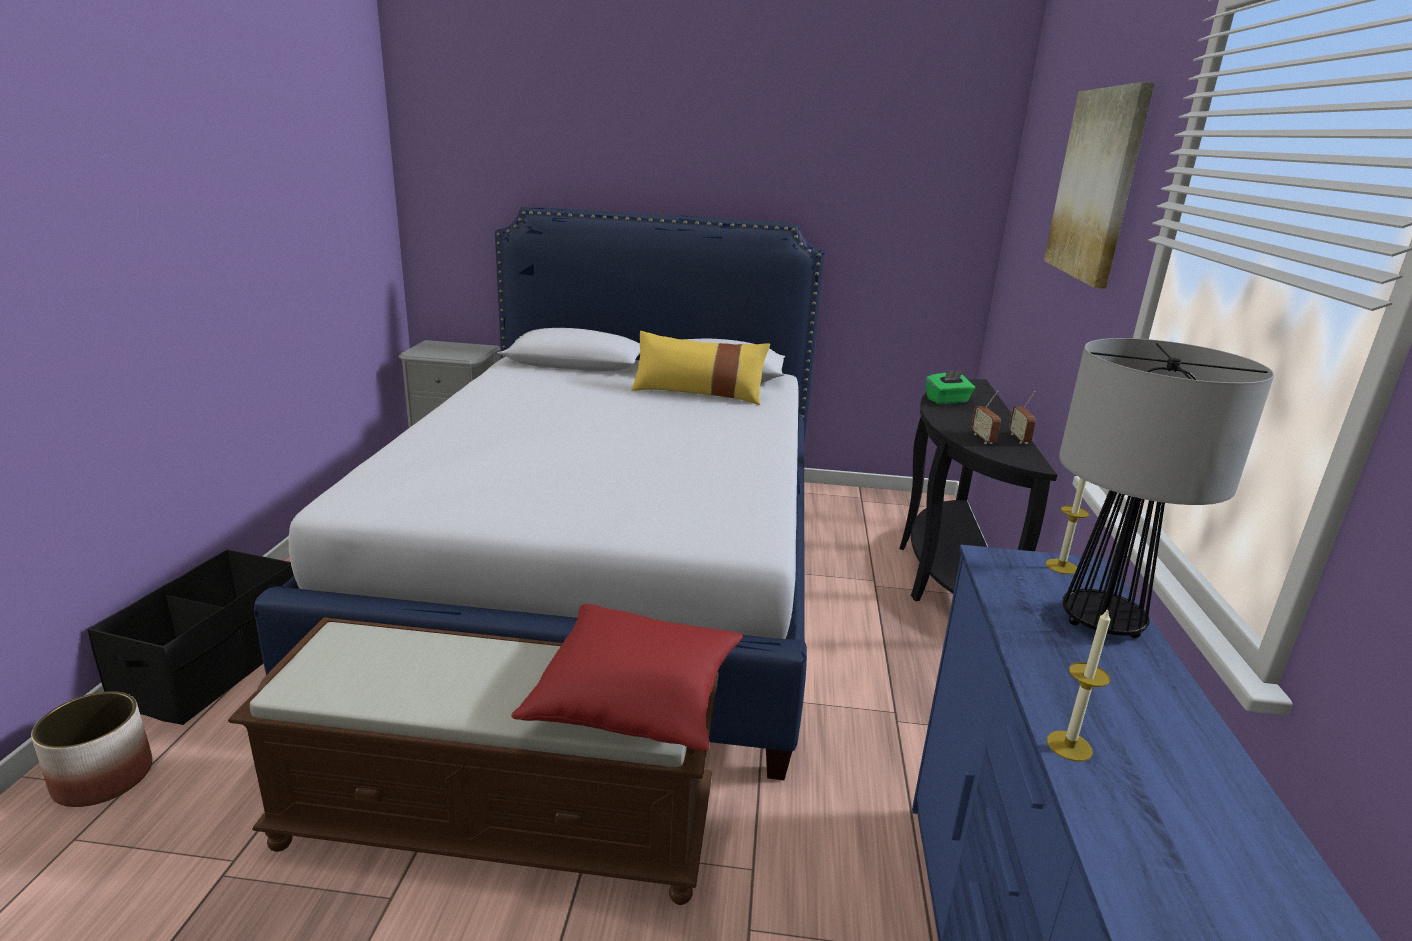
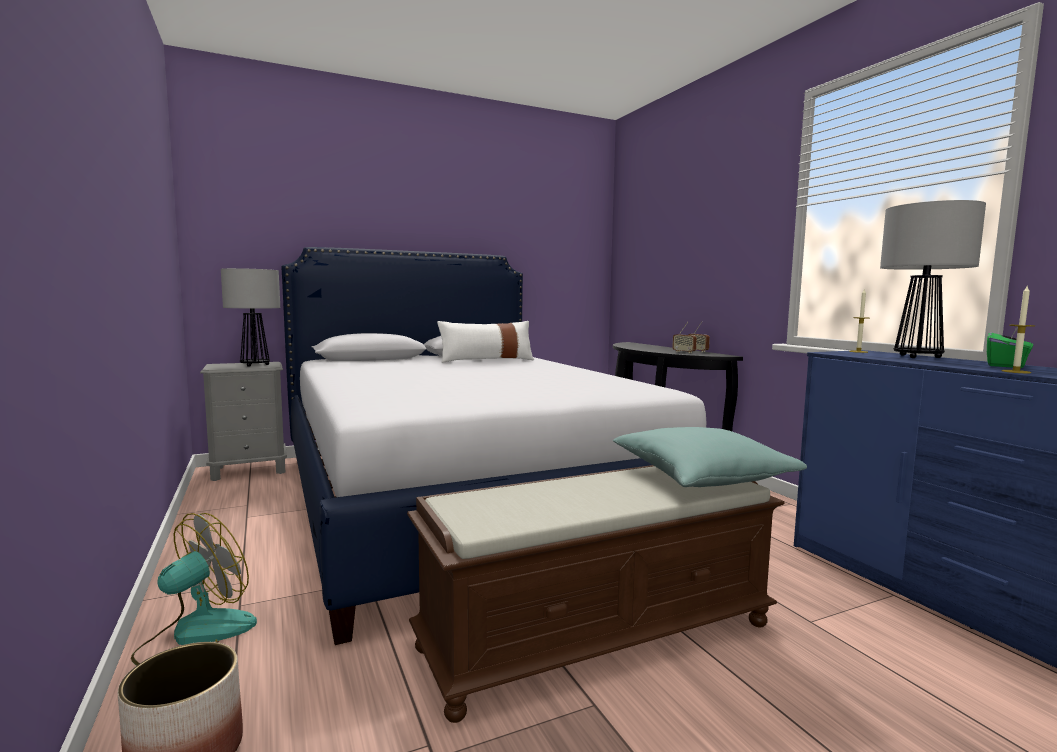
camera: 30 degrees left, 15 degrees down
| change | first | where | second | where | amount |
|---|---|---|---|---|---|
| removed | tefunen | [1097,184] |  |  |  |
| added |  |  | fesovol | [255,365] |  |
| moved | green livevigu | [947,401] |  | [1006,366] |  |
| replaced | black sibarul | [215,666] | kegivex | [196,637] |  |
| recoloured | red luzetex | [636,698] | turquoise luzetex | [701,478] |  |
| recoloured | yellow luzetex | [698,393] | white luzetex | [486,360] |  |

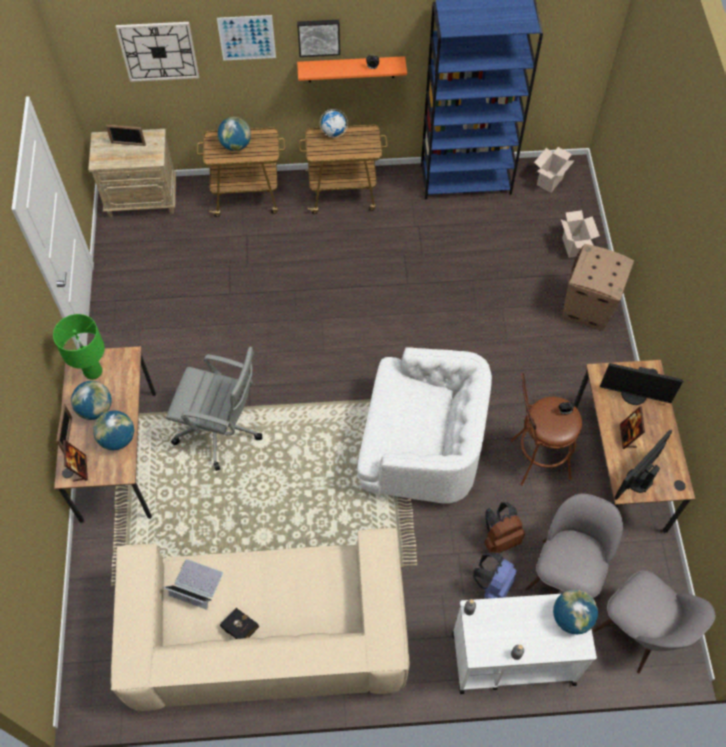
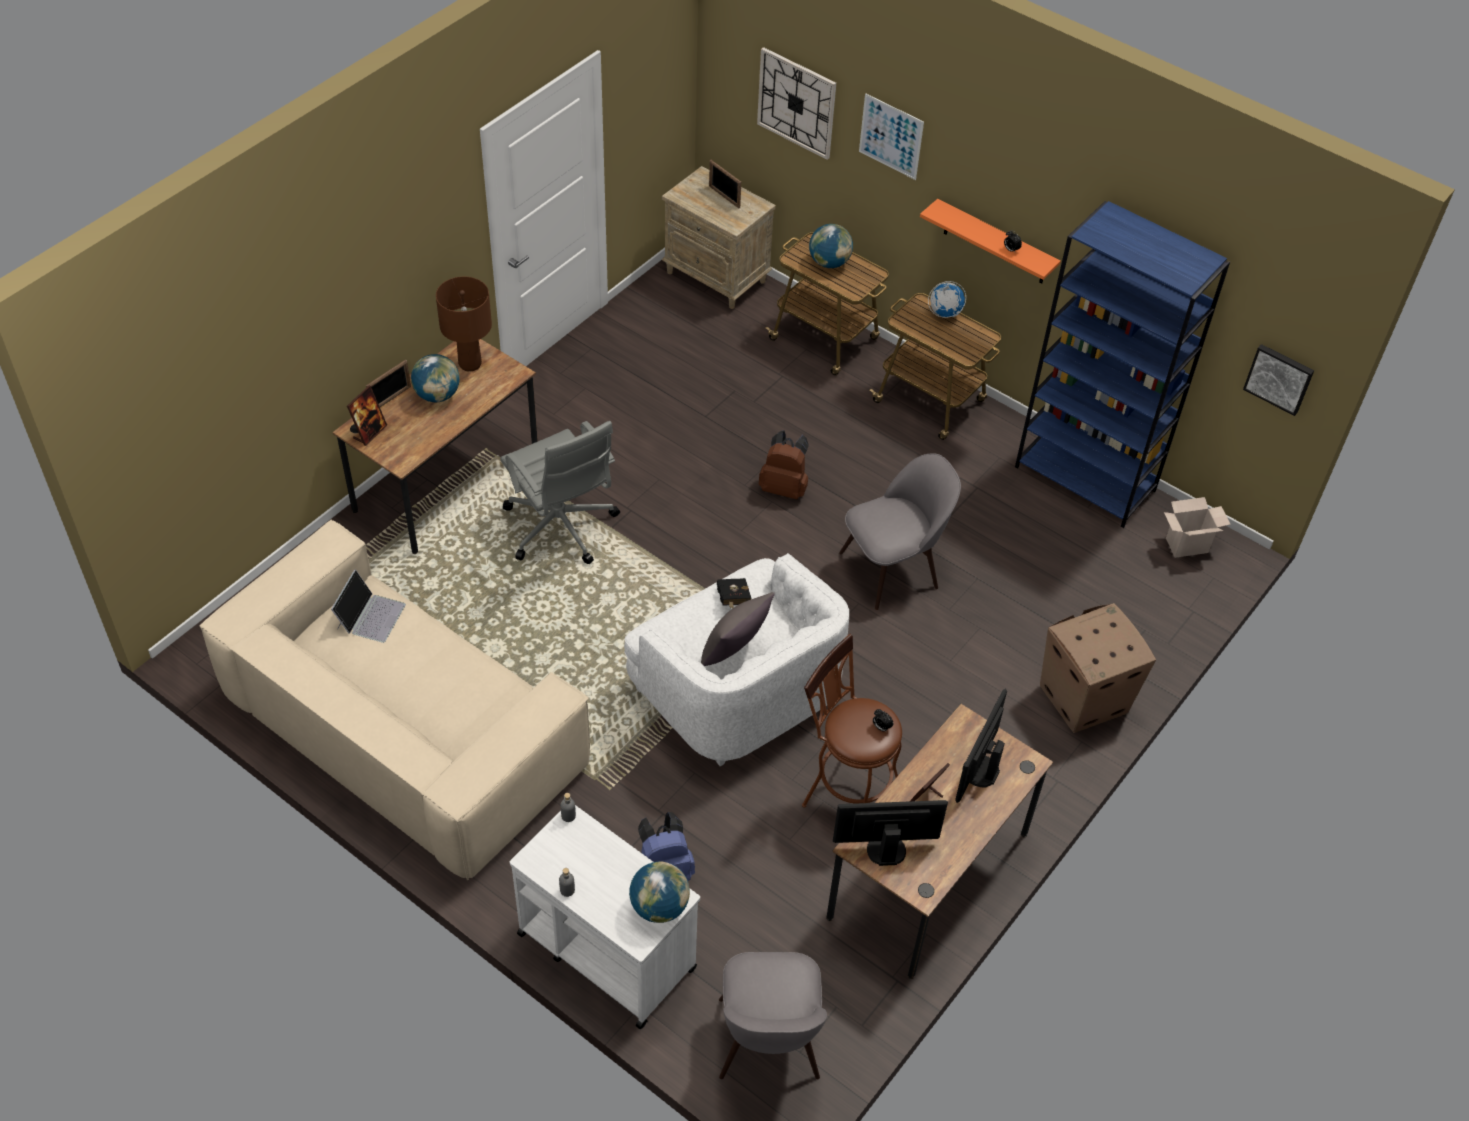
camera: 40 degrees right, 10 degrees down
| change | first | where | second | where | amount |
|---|---|---|---|---|---|
| removed | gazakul | [117,439] |  |  |  |
| removed | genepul | [575,247] |  |  |  |
| added |  |  | grey luzetex | [735,652] |  |
| moved | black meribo | [241,630] |  | [733,601] |  |
| moved | tefunen | [318,36] |  | [1279,378] |  |
| moved | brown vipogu | [500,538] |  | [784,487] |  |
| moved | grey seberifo | [566,573] |  | [892,568] |  |
| recoloured | green fesovol | [93,372] | brown fesovol | [470,364] |  |
| turned | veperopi | [195,585] |  | [370,616] | 45 degrees clockwise |
| turned | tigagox | [633,395] |  | [979,770] | 60 degrees clockwise |

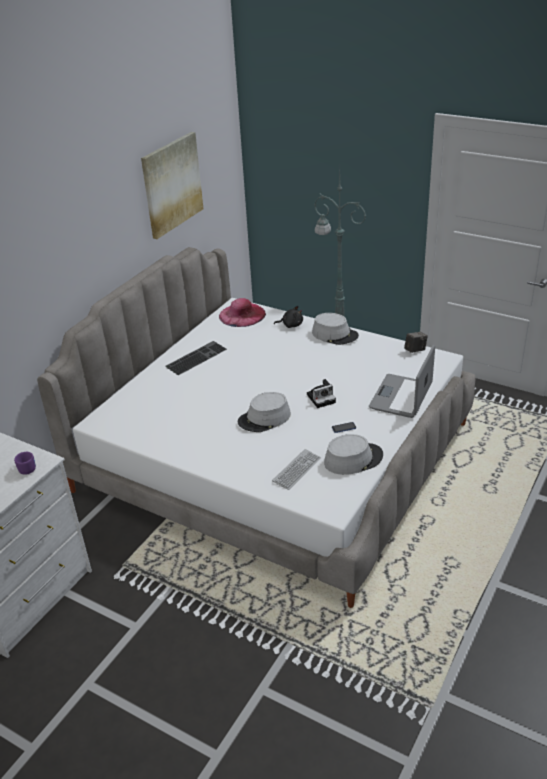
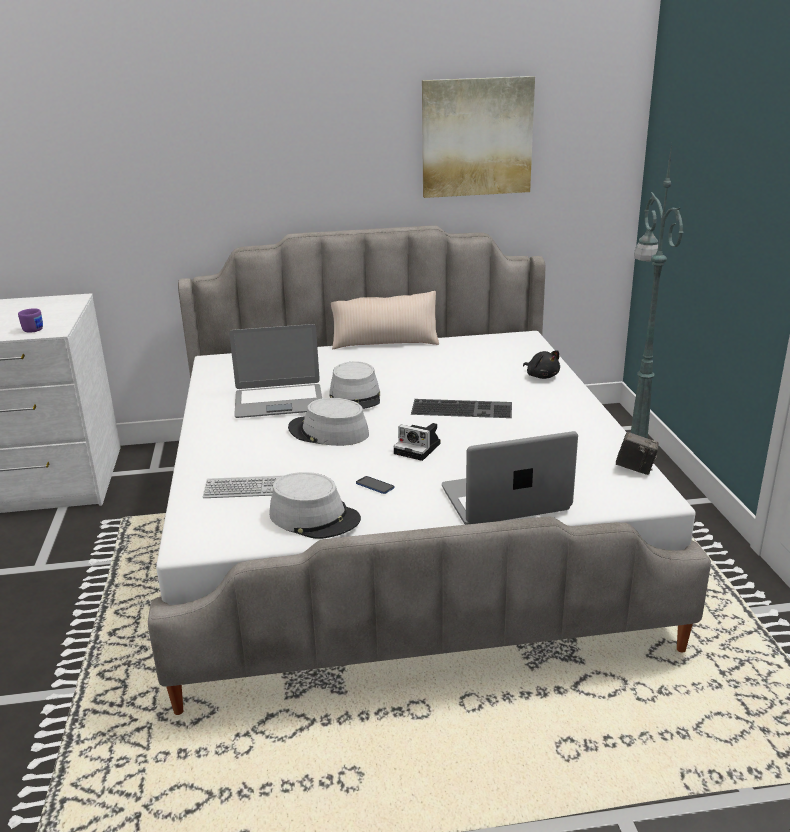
camera: 50 degrees right, 10 degrees down
| change | first | where | second | where | amount |
|---|---|---|---|---|---|
| removed | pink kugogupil | [242,314] |  |  |  |
| added |  |  | veperopi | [279,402] |  |
| added |  |  | beige luzetex | [384,342] |  |
| moved | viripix | [196,357] |  | [463,408] |  |
| moved | grey kugogupil | [335,334] |  | [355,397] |  |

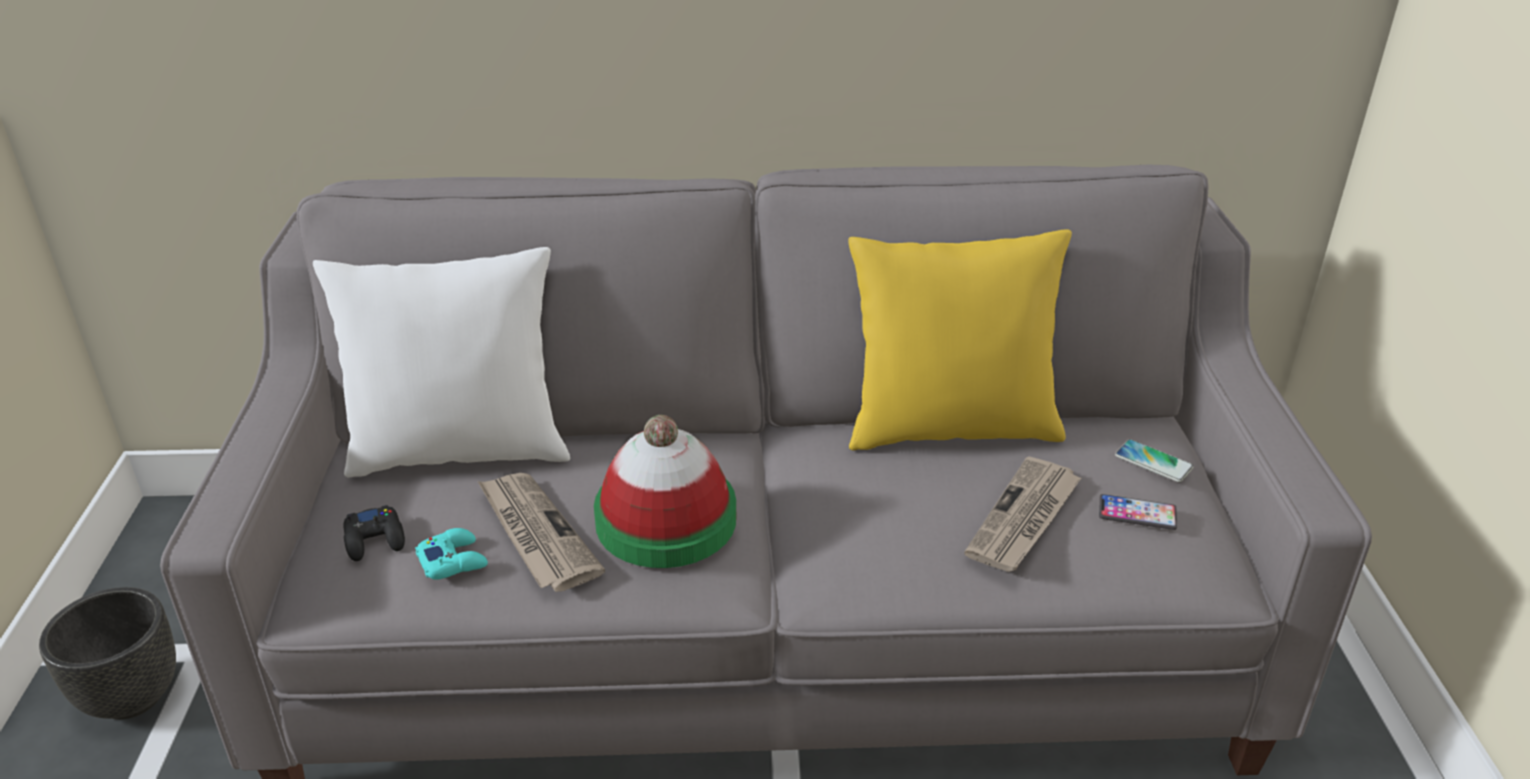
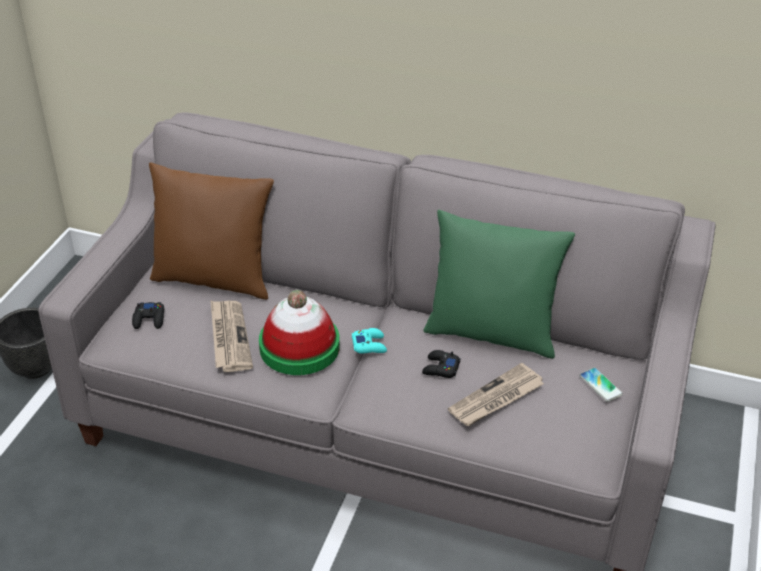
camera: 20 degrees right, 5 degrees up
| change | first | where | second | where | amount |
|---|---|---|---|---|---|
| removed | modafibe | [1137,513] |  |  |  |
| added |  |  | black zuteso | [440,368] |  |
| moved | turquoise zuteso | [453,561] |  | [369,345] |  |
| recoloured | white luzetex | [460,450] | brown luzetex | [214,279] |  |
| recoloured | yellow luzetex | [950,428] | green luzetex | [491,333] |  |

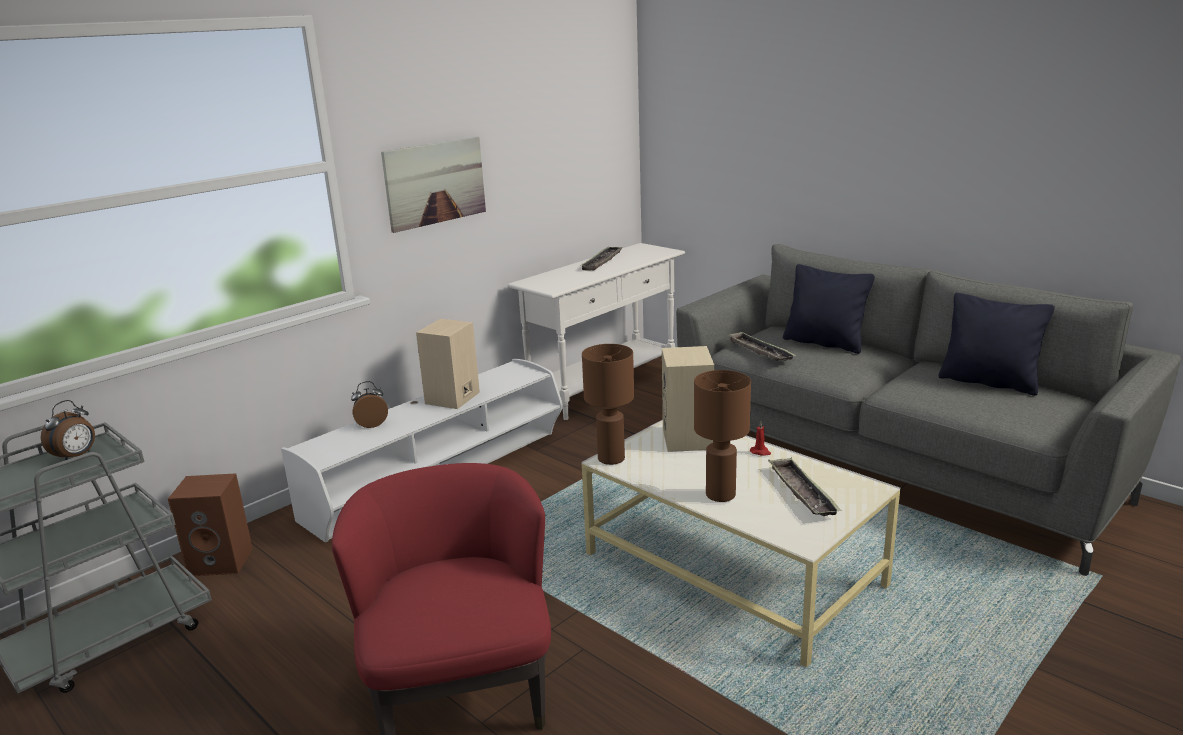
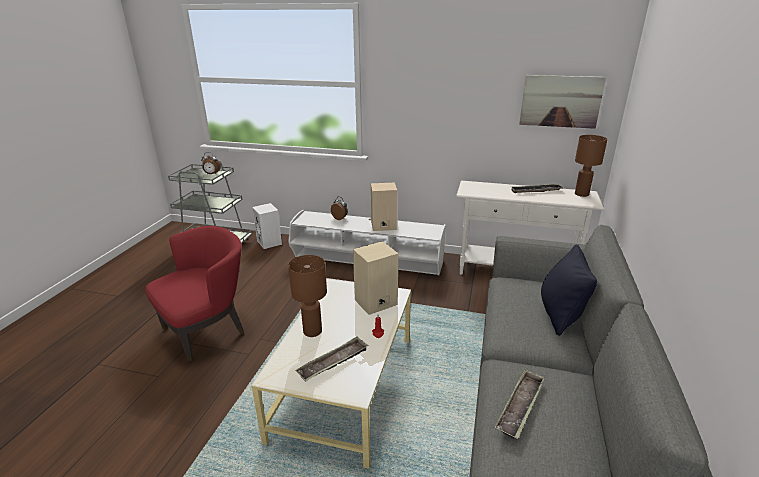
camera: 60 degrees right, 5 degrees up
| change | first | where | second | where | amount |
|---|---|---|---|---|---|
| removed | black luzetex | [989,382] |  |  |  |
| moved | tefunen | [435,183] |  | [560,101] |  |
| moved | brown fesovol | [610,459] |  | [581,194] |  |
| moved | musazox | [760,351] |  | [520,406] |  |
| recoloured | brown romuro | [222,561] | white romuro | [270,242] |  |

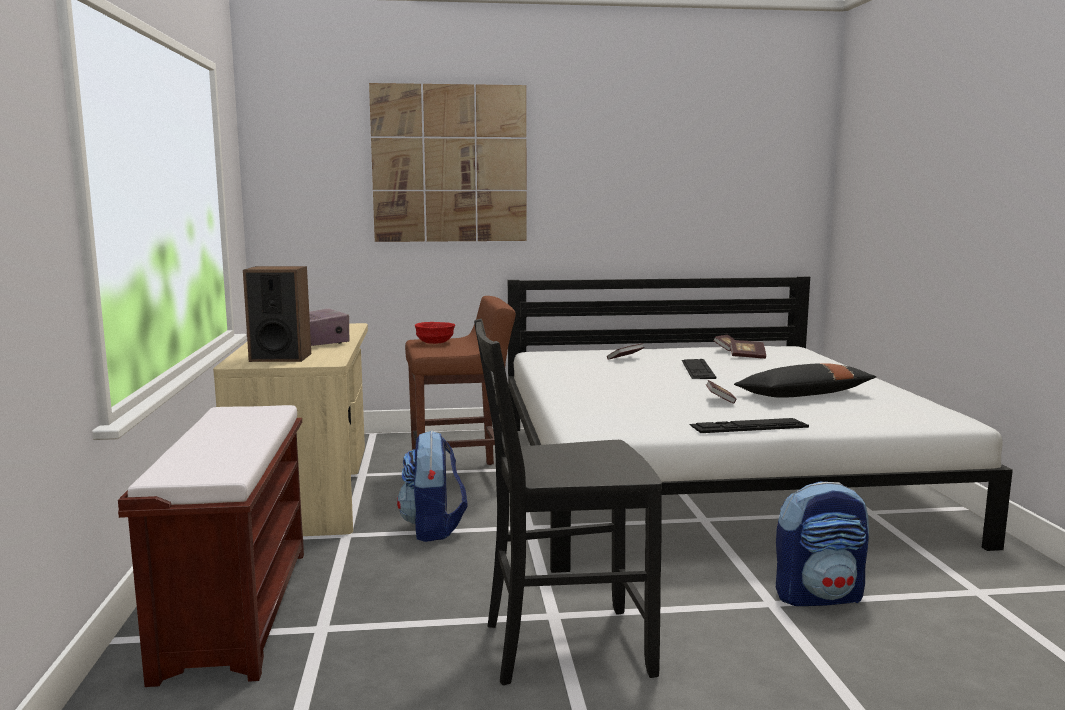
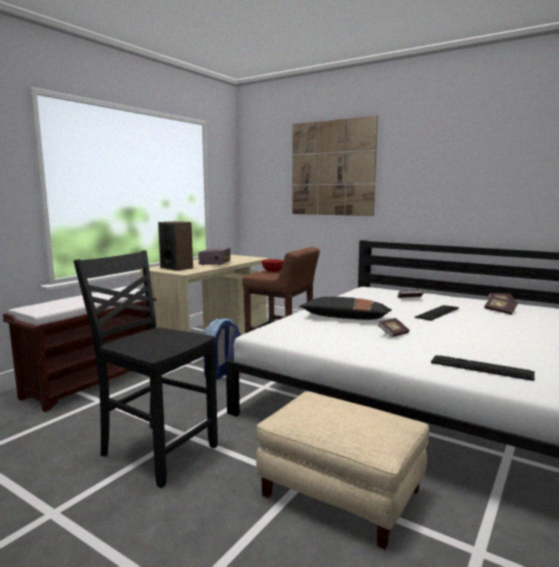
camera: 40 degrees right, 0 degrees up
| change | first | where | second | where | amount |
|---|---|---|---|---|---|
| moved | viripix | [748,426] |  | [481,367] |  |
| moved | black luzetex | [804,395] |  | [345,318] |  |
| replaced | vipogu | [819,596] | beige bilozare | [342,492] |  |

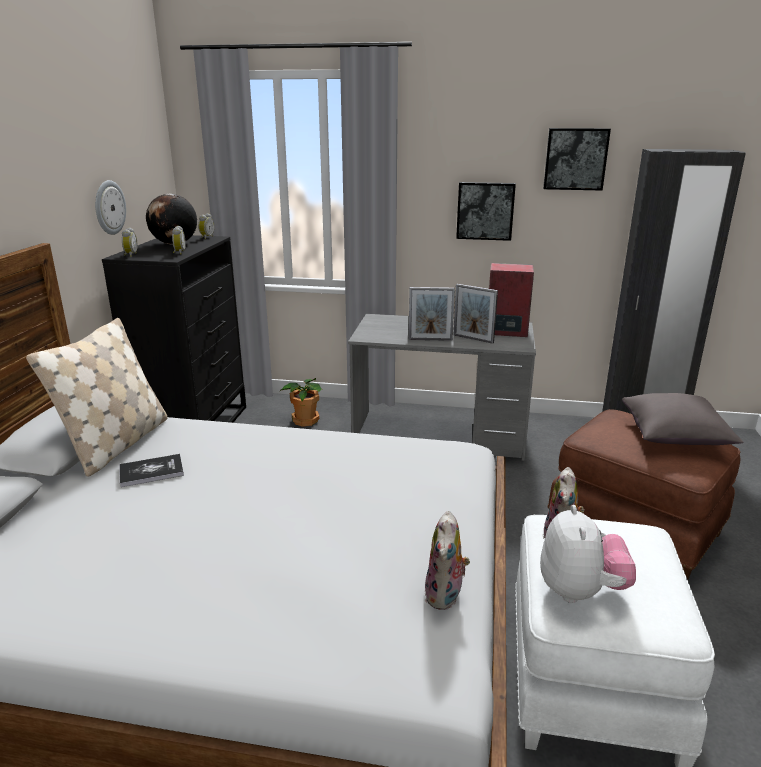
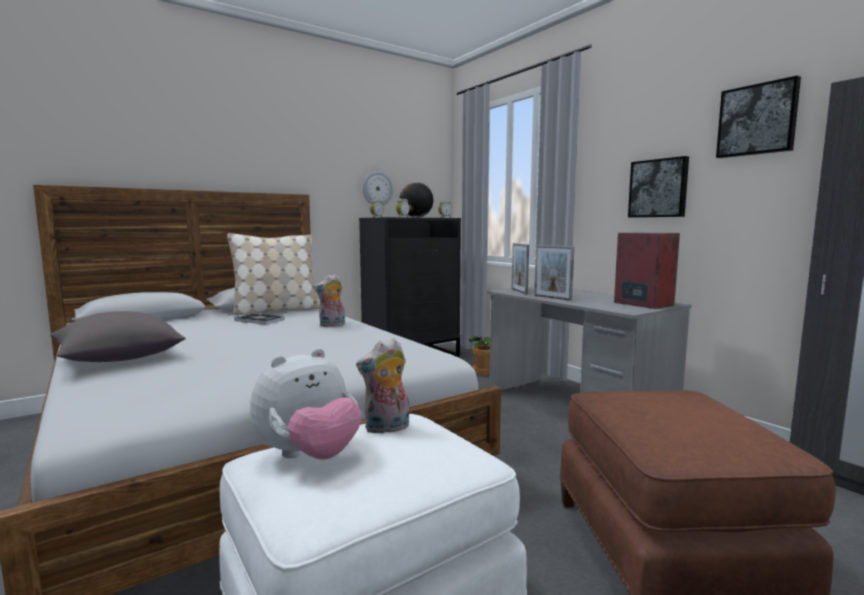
camera: 45 degrees right, 15 degrees down
| change | first | where | second | where | amount |
|---|---|---|---|---|---|
| moved | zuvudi | [445,596] |  | [332,325] |  |
| moved | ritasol | [473,339] |  | [519,291] |  |
| moved | grey luzetex | [674,436] |  | [119,358] |  |

